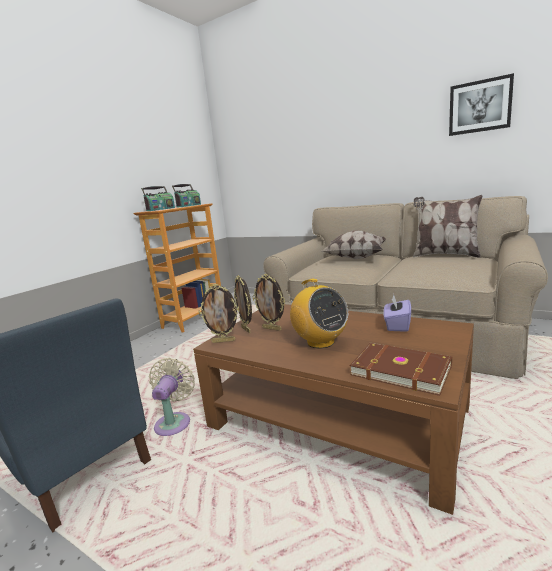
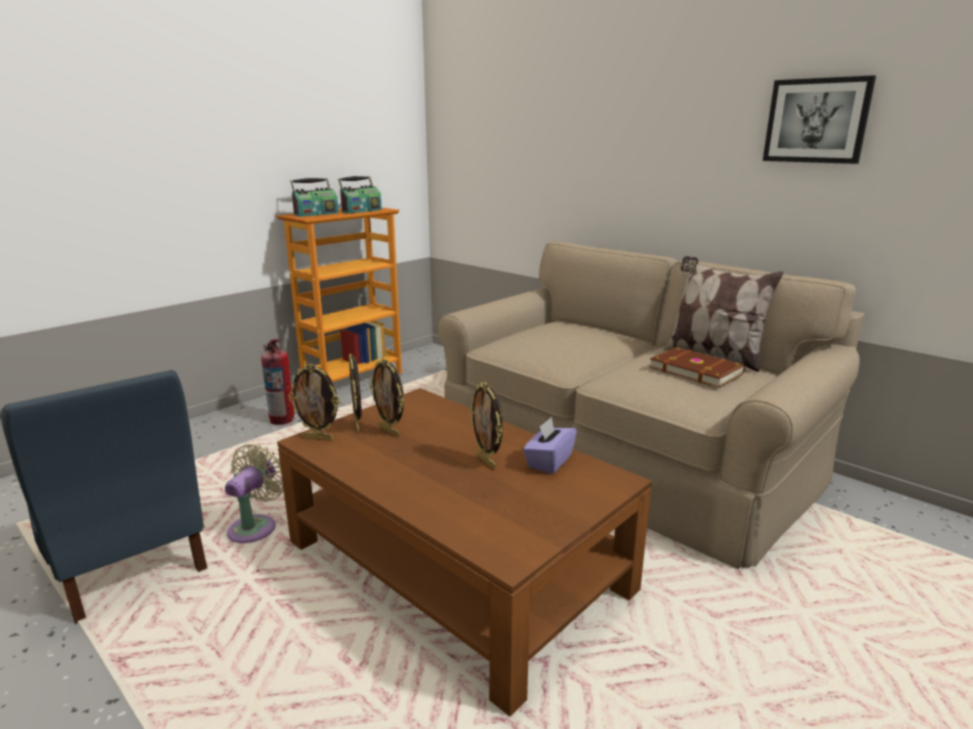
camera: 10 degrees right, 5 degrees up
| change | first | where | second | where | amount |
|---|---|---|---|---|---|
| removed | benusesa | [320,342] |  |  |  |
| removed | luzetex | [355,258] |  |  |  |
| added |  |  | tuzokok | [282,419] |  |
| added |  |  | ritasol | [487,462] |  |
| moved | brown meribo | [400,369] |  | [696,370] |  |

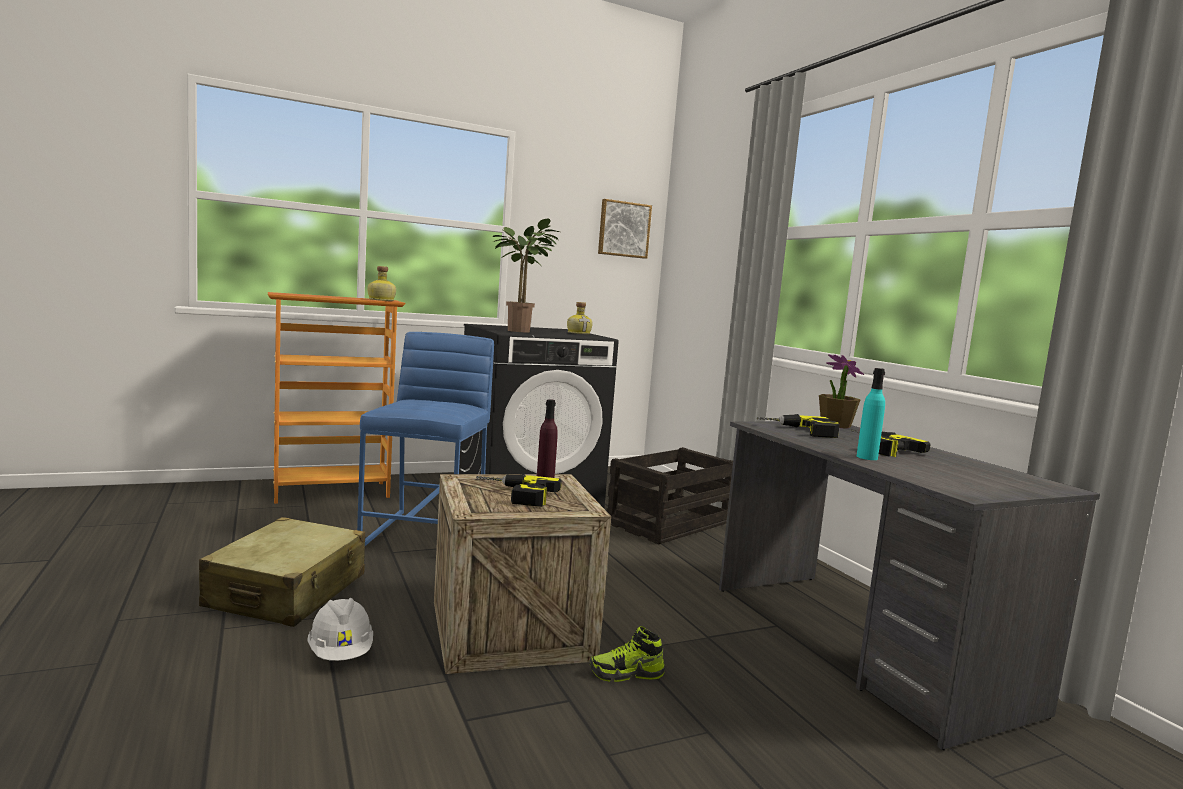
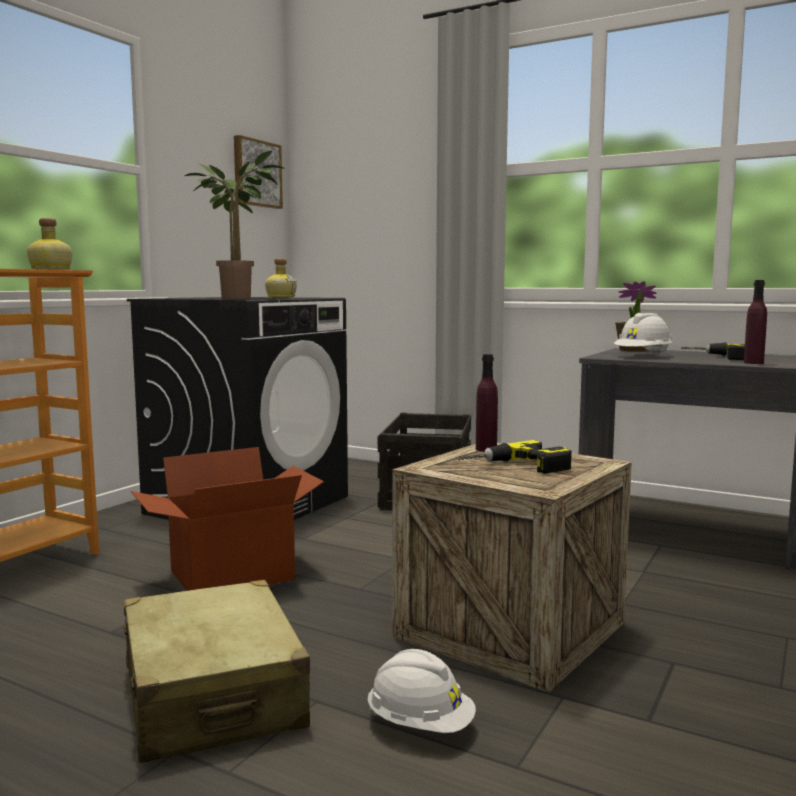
camera: 35 degrees left, 0 degrees up
| change | first | where | second | where | amount |
|---|---|---|---|---|---|
| removed | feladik | [626,674] |  |  |  |
| replaced | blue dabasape | [426,534] | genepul | [232,576] |  |
| replaced | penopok | [799,431] | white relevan | [643,356] |  |
| recoloured | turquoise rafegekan | [867,457] | purple rafegekan | [753,363] |  |

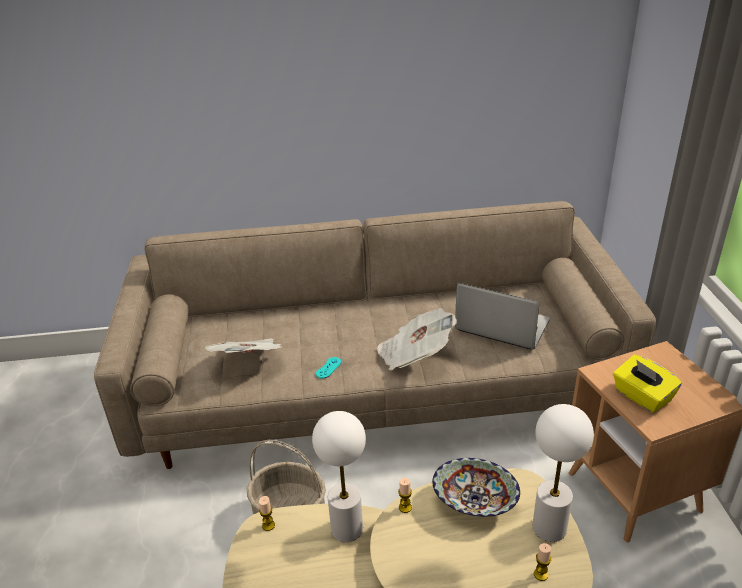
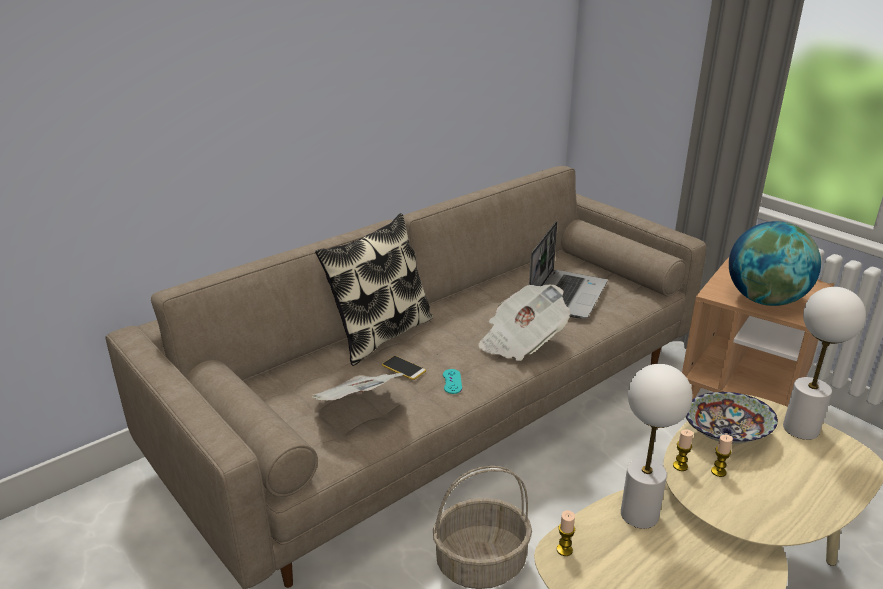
camera: 35 degrees left, 5 degrees down
| change | first | where | second | where | amount |
|---|---|---|---|---|---|
| added |  |  | luzetex | [380,335] |  |
| added |  |  | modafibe | [403,368] |  |
| moved | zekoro | [541,574] |  | [718,471] |  |
| replaced | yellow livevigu | [642,397] | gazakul | [765,300] |  |
| turned | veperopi | [500,326] |  | [566,295] | 120 degrees clockwise |

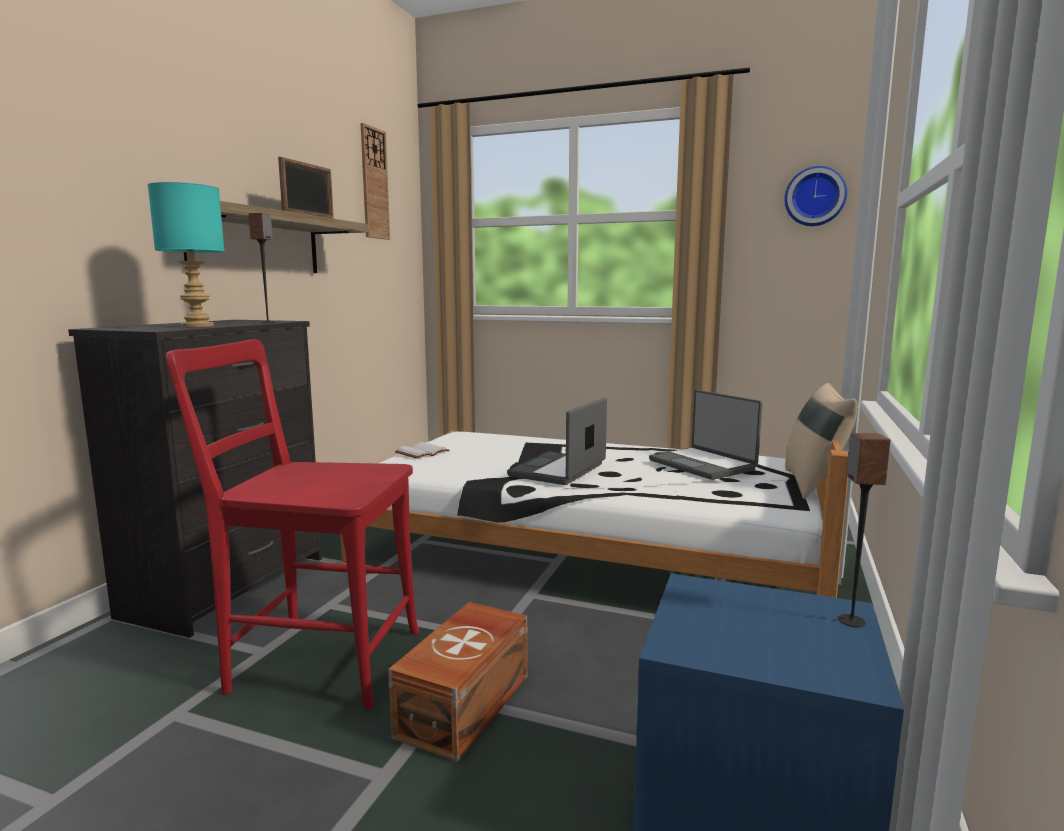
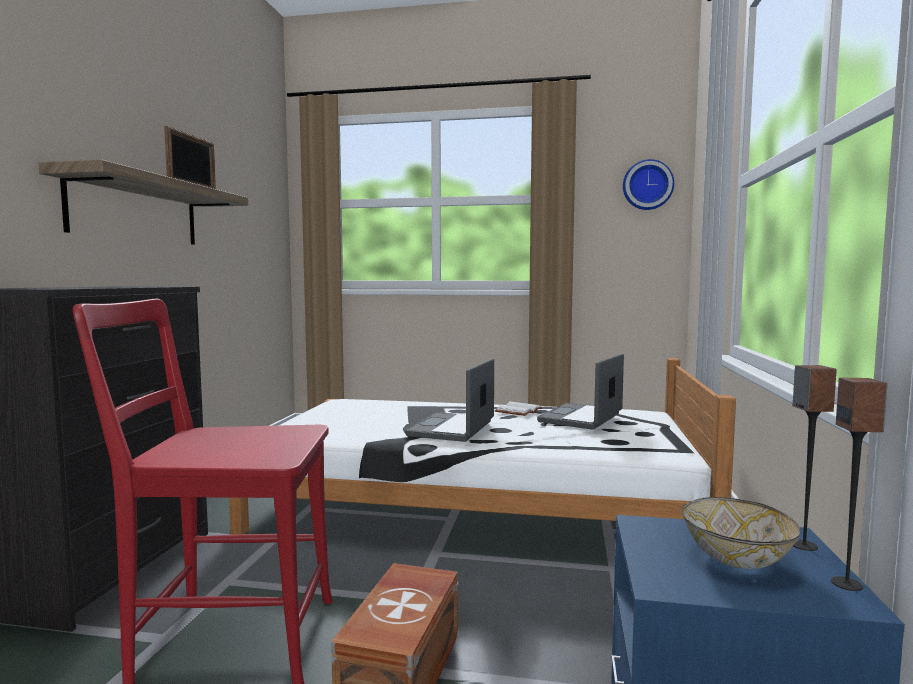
camera: 10 degrees left, 5 degrees down
| change | first | where | second | where | amount |
|---|---|---|---|---|---|
| removed | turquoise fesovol | [199,326] |  |  |  |
| removed | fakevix | [374,183] |  |  |  |
| removed | beige luzetex | [814,484] |  |  |  |
| added |  |  | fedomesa | [737,560] |  |
| moved | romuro | [268,322] |  | [847,584] |  |
| moved | white meribo | [422,452] |  | [517,410] |  |
| turned | veperopi | [703,465] |  | [582,418] | 75 degrees clockwise |

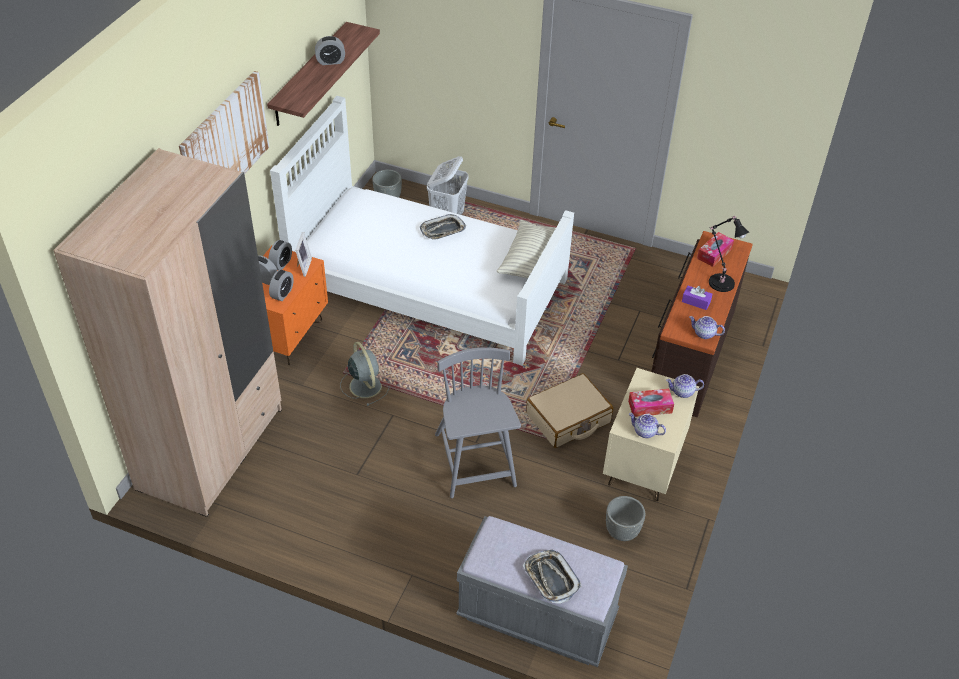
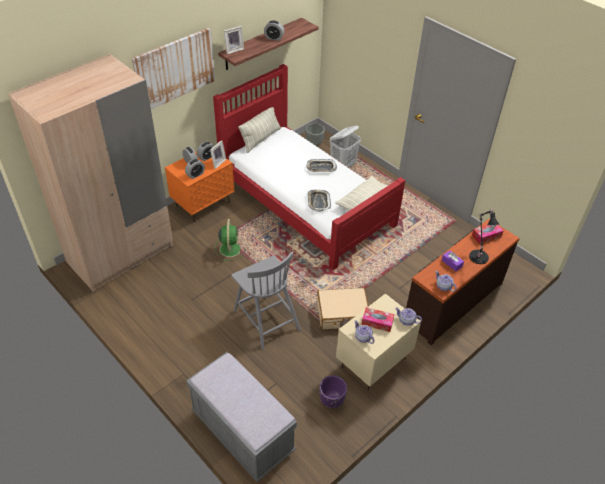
camera: 25 degrees right, 0 degrees up
| change | first | where | second | where | amount |
|---|---|---|---|---|---|
| added |  |  | ritasol | [233,50] |  |
| added |  |  | luzetex | [261,139] |  |
| moved | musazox | [551,578] |  | [318,202] |  |
| recoloured | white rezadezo | [427,286] | red rezadezo | [305,202] |  |
| recoloured | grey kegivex | [365,385] | green kegivex | [230,248] |  |
| recoloured | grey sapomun | [621,531] | purple sapomun | [331,400] |  |
| turned | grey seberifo | [475,461] |  | [266,319] | 135 degrees clockwise |

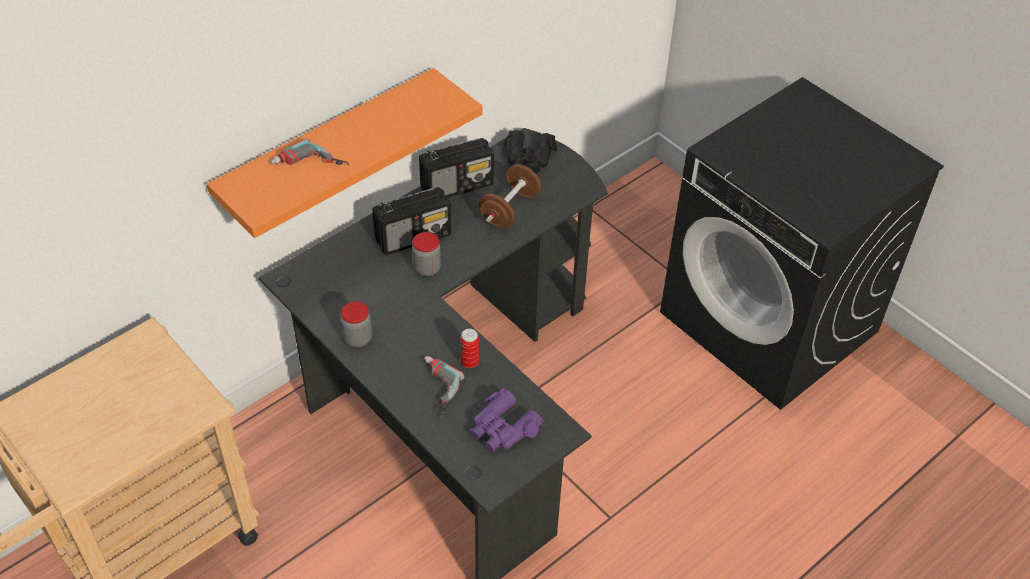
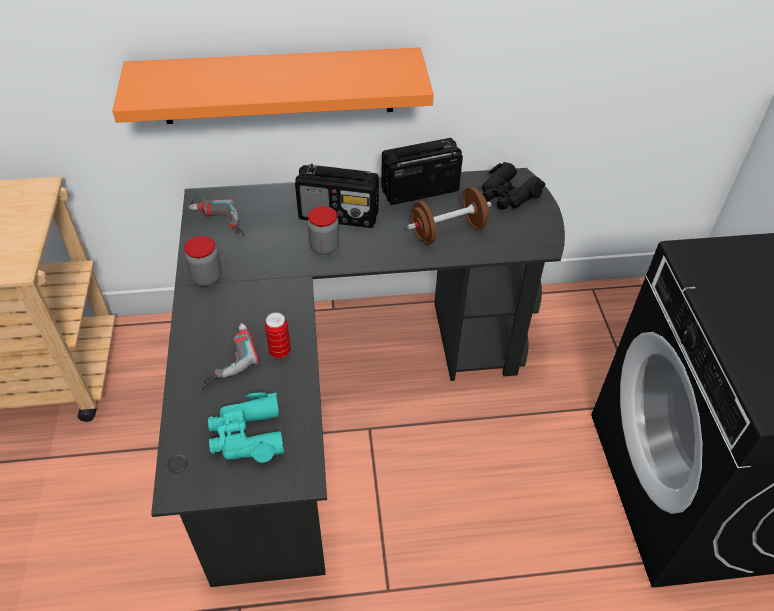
camera: 35 degrees right, 0 degrees up
| change | first | where | second | where | amount |
|---|---|---|---|---|---|
| moved | penopok | [309,166] |  | [217,224] |  |
| recoloured | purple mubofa | [503,428] | turquoise mubofa | [247,435] |  |
| turned | benusesa | [458,186] |  | [419,190] | 150 degrees clockwise |

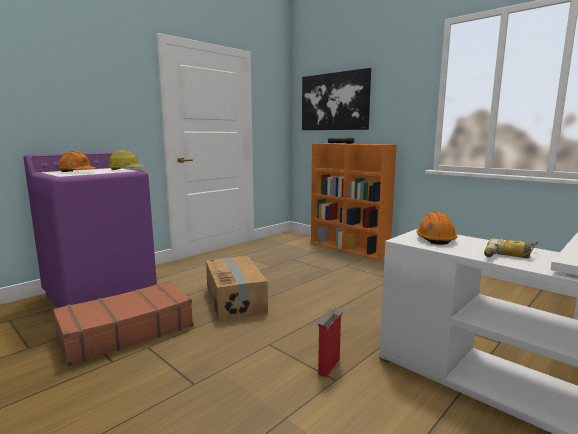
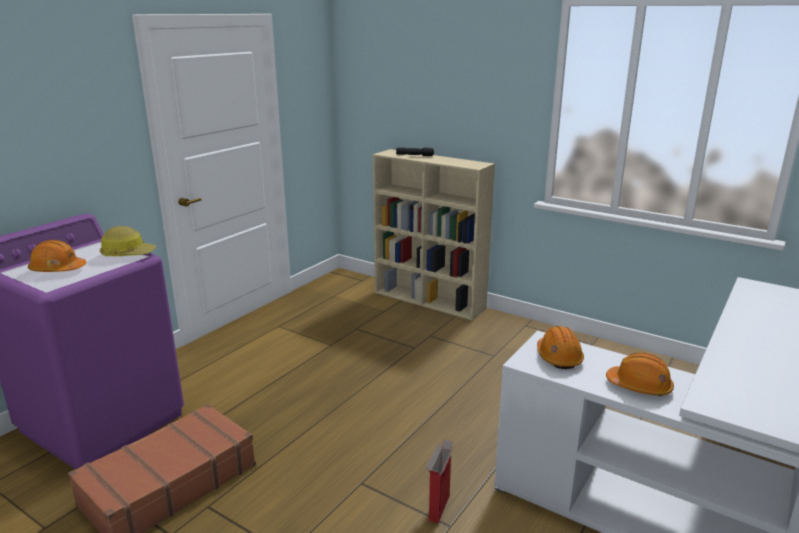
camera: 10 degrees left, 10 degrees up
| change | first | where | second | where | amount |
|---|---|---|---|---|---|
| removed | genepul | [236,299] |  |  |  |
| removed | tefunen | [334,101] |  |  |  |
| replaced | penopok | [509,256] | orange relevan | [639,386] |  |
| recoloured | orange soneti | [349,248] | beige soneti | [430,300] |  |

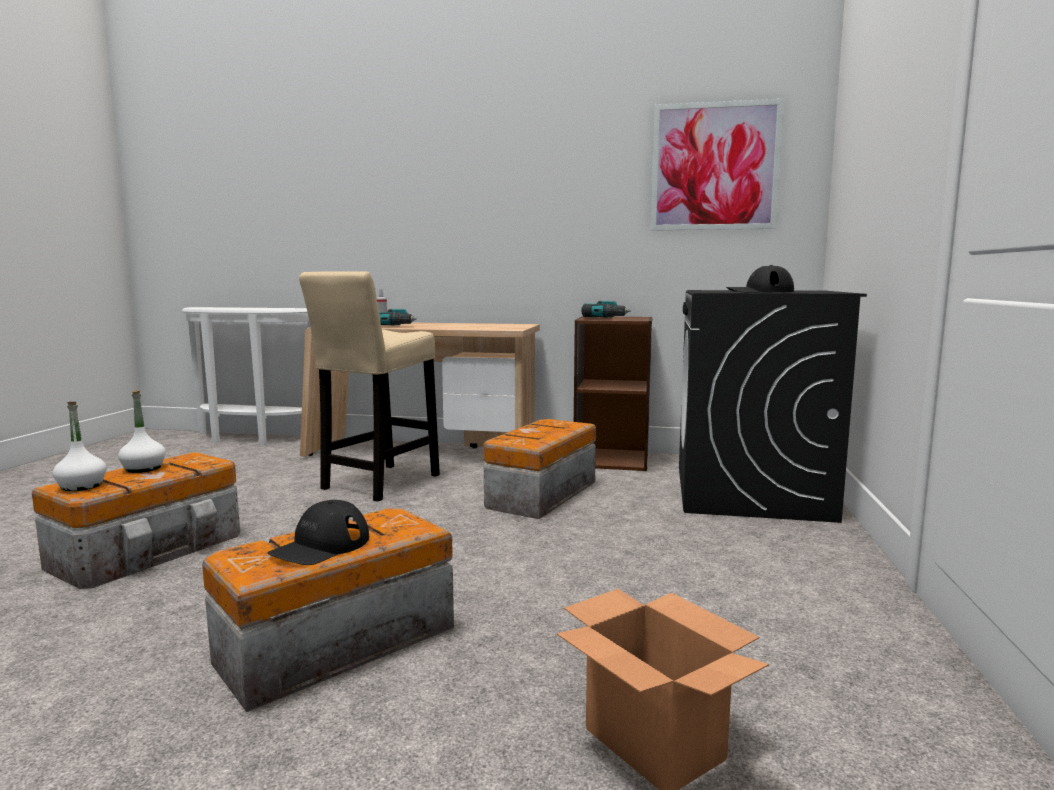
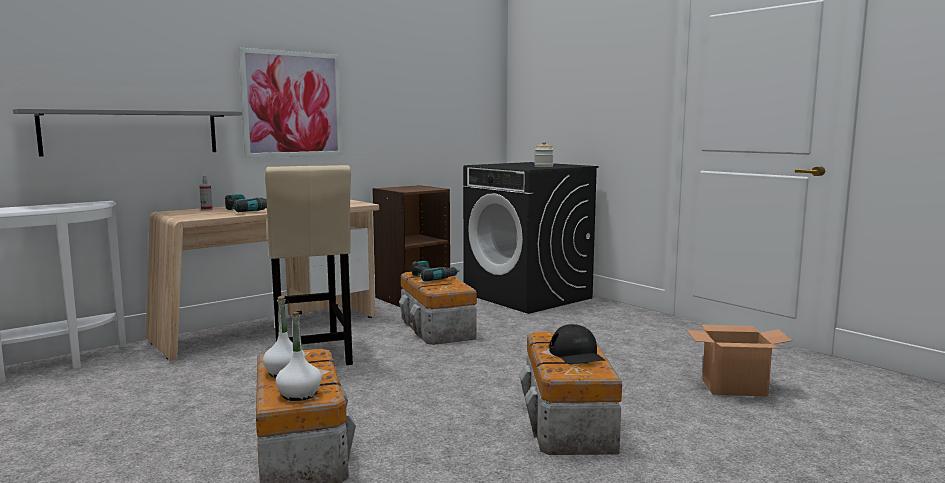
camera: 50 degrees left, 0 degrees up
| change | first | where | second | where | amount |
|---|---|---|---|---|---|
| added |  |  | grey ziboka | [132,132] |  |
| moved | penopok | [607,318] |  | [433,277] |  |
| moved | tefunen | [714,167] |  | [292,104] |  |
| replaced | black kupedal | [759,292] | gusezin | [543,166] |  |

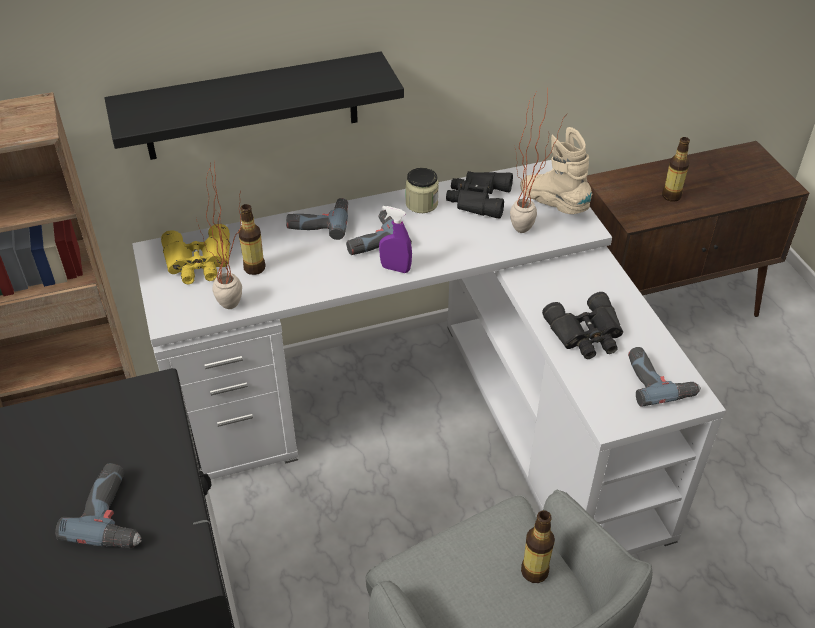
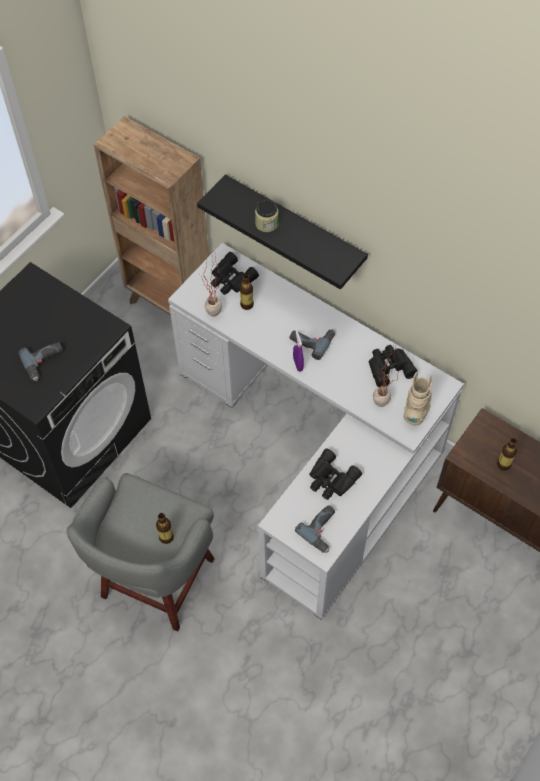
camera: 55 degrees right, 15 degrees up
| change | first | where | second | where | amount |
|---|---|---|---|---|---|
| removed | penopok | [319,222] |  |  |  |
| moved | gusezin | [421,204] |  | [266,223] |  |
| recoloured | yellow mubofa | [199,262] | black mubofa | [231,279] |  |

